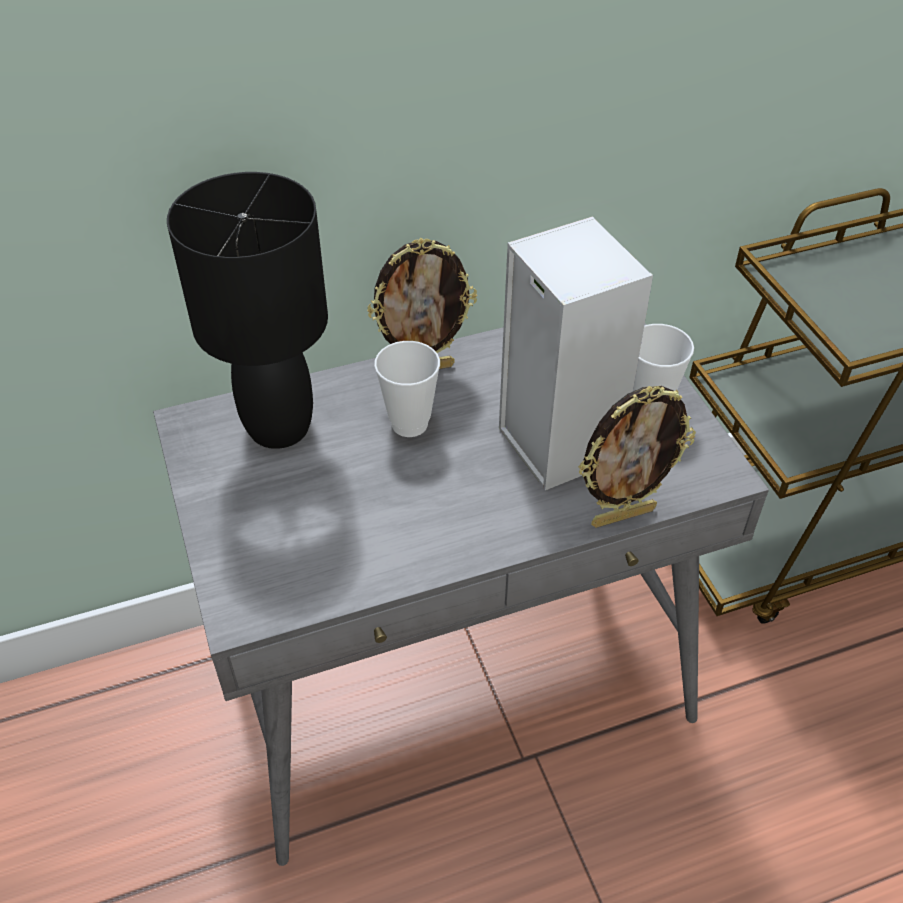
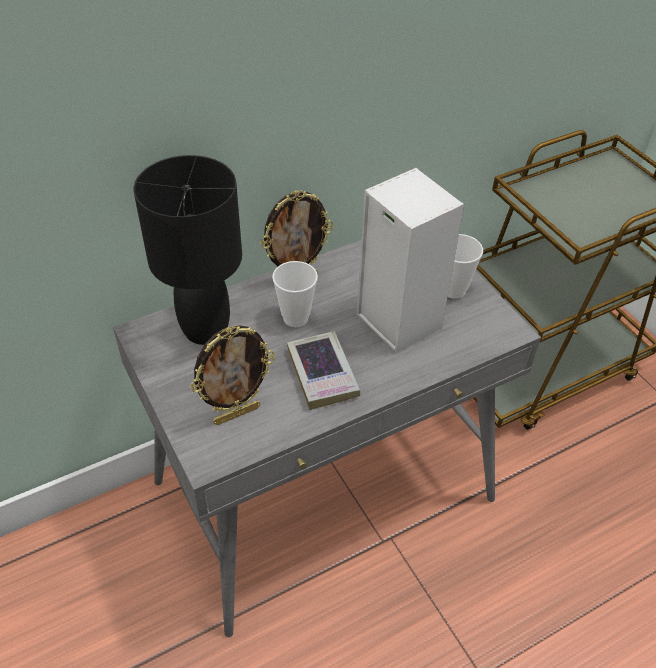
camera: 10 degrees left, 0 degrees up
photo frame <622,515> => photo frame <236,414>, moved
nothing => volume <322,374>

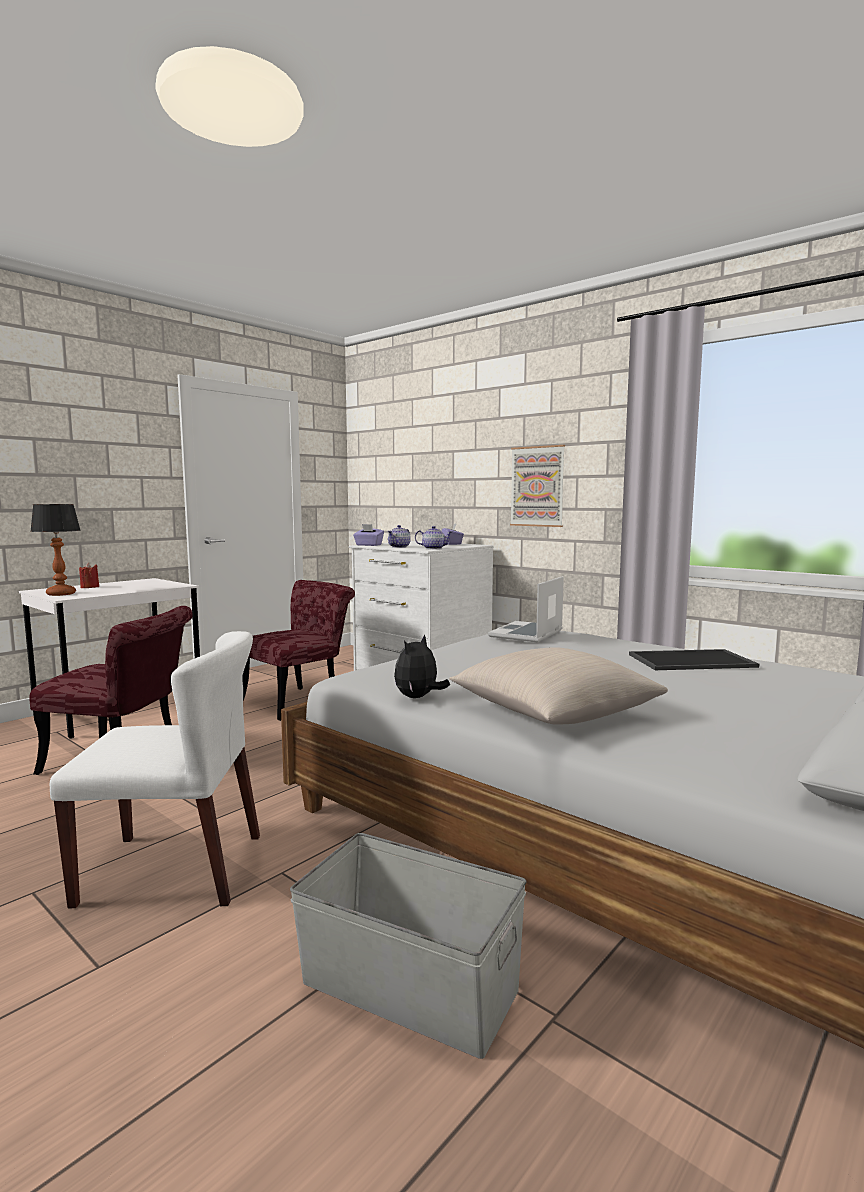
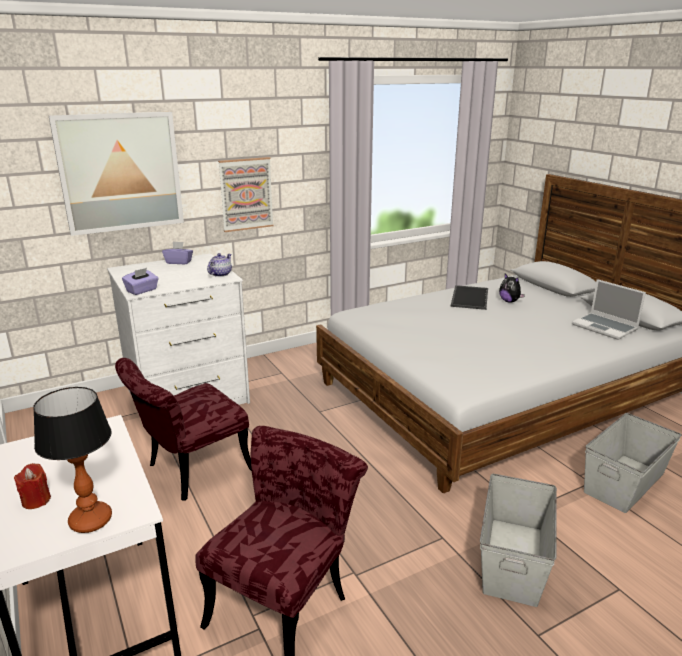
camera: 70 degrees left, 15 degrees up
chair in white-coloured <174,868> => storage container in gray <514,559>
chair in red-coloured <299,700> => chair in red-coloured <190,471>, 105 degrees counterclockwise
teapot <399,547> => nothing
cuddly toy <418,697> => cuddly toy <509,301>, moved
cushion in beige-coloured <554,712> => nothing
portable computer <527,634> => portable computer <605,327>, moved
nothing => wall art <120,172>

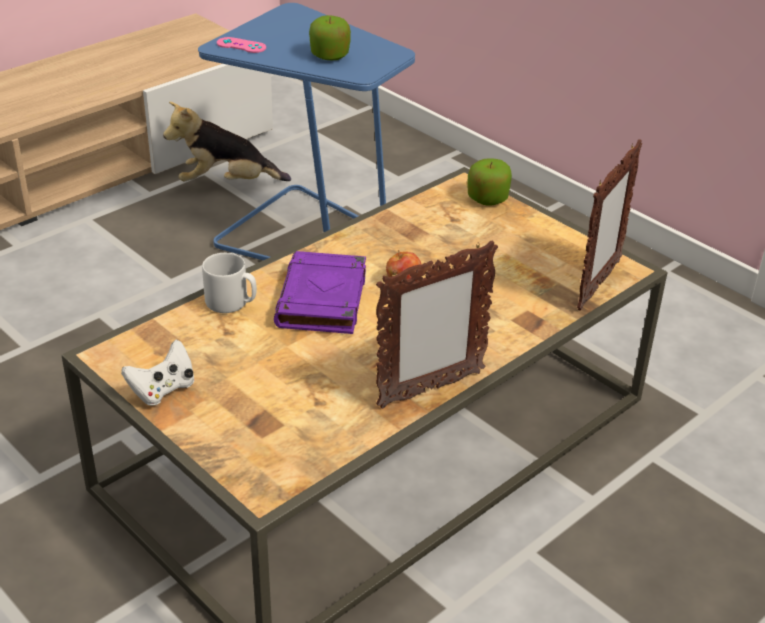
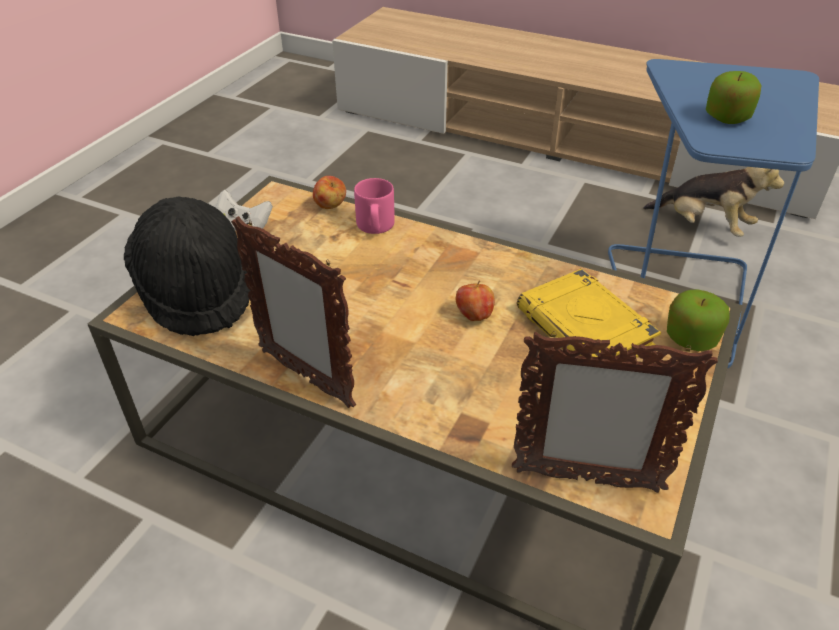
camera: 70 degrees right, 5 degrees up
cuddly toy <226,184> => cuddly toy <704,226>, 150 degrees clockwise
tea mug in gray <231,303> => tea mug in pink-coloured <375,227>
joypad in pink-coloured <241,45> => nothing
volume in purple-coloured <322,300> => nothing
nothing => hat in blackish <196,291>
nothing => whole apple <330,206>
nothing => volume in yellowish <586,329>

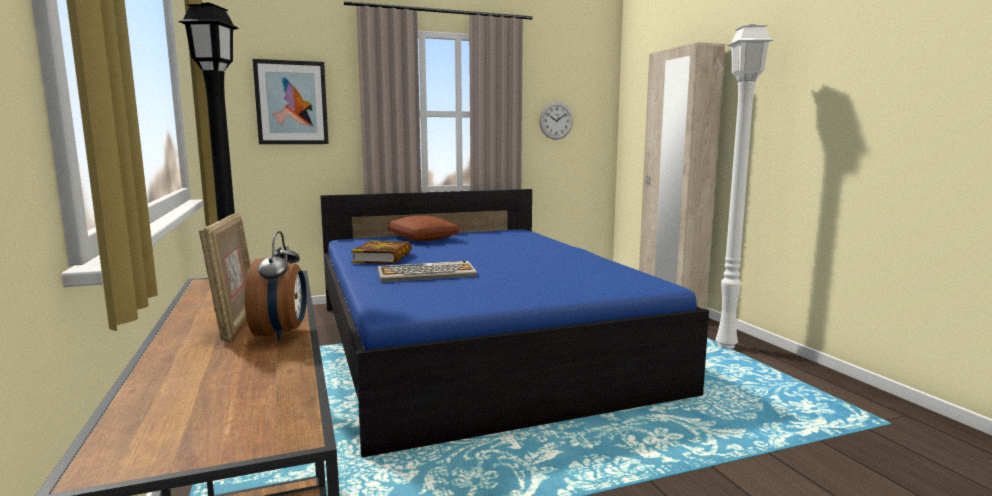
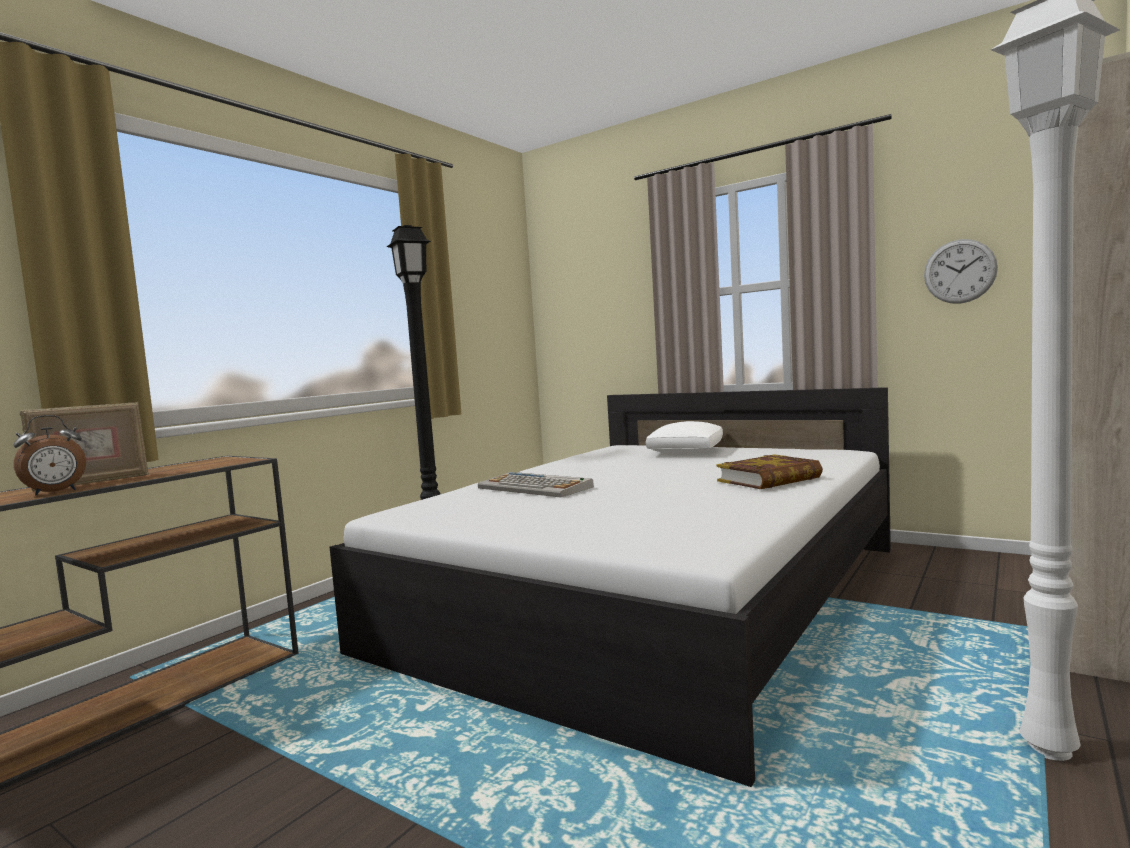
camera: 55 degrees right, 5 degrees down
wall art <291,103> => nothing
bedroom bed in blue <475,344> => bedroom bed in white-coloured <653,596>
volume <383,257> => volume <769,479>, moved
cushion in brown-coloured <422,238> => cushion in white-coloured <686,451>

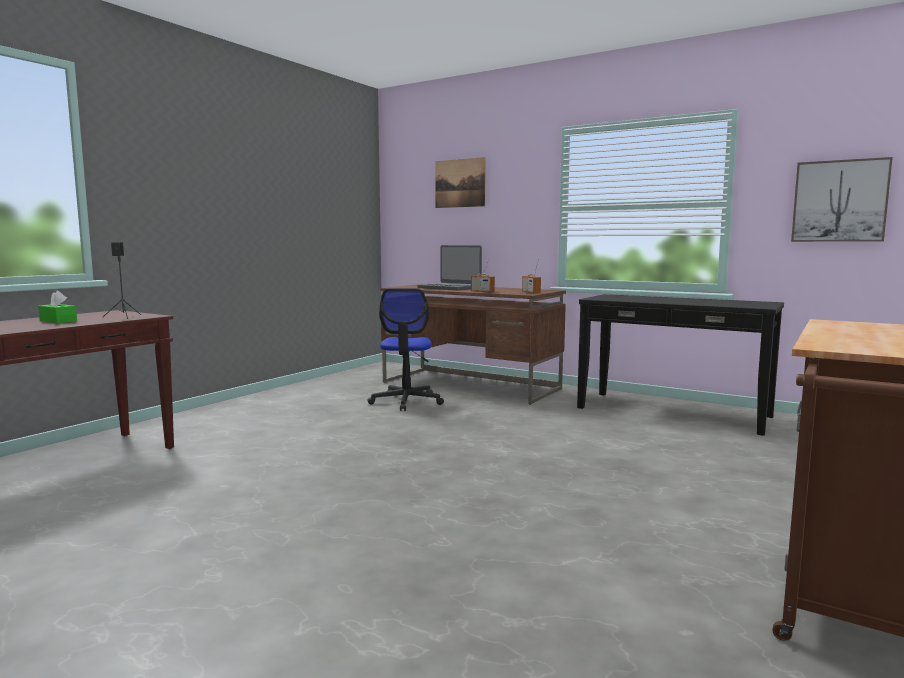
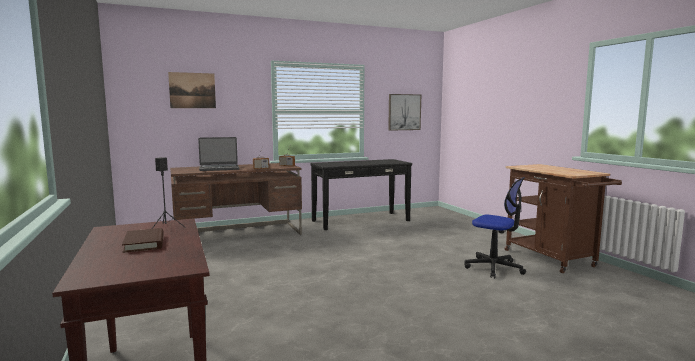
camera: 55 degrees left, 0 degrees up
box of tissues in green <58,321> => volume in brown-coloured <144,243>
desk chair <406,401> => desk chair <494,268>, moved

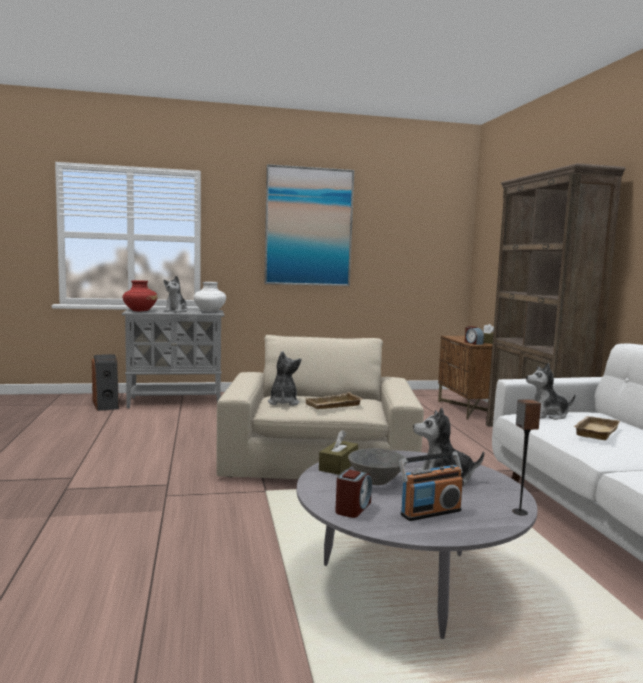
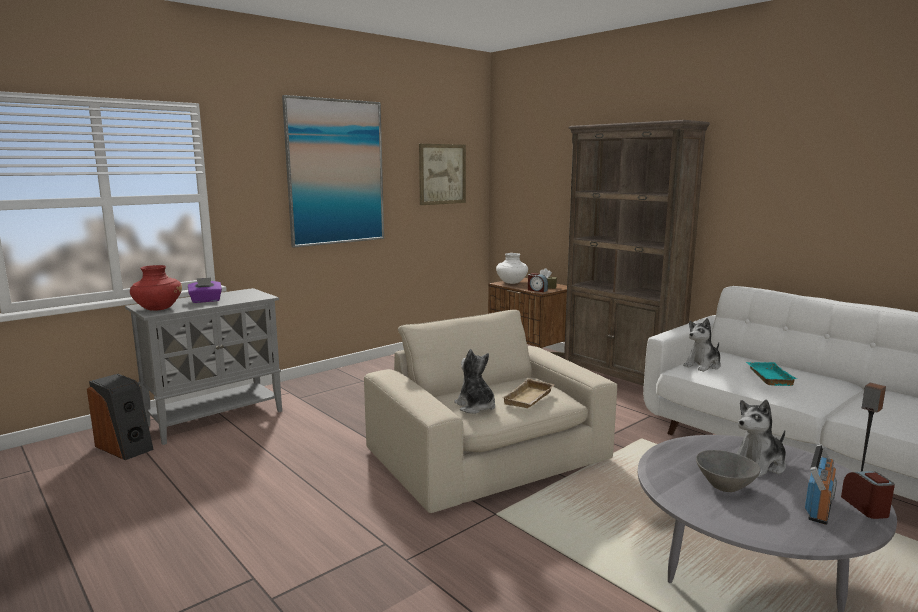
camera: 30 degrees left, 5 degrees up
cuddly toy <176,311> => box of tissues in purple-coloured <206,300>
flower vase in white-coloured <209,311> => flower vase in white-coloured <511,282>, moved
box of tissues in brown-coloured <338,466> => nothing
table clock <353,508> => table clock <865,507>, moved
carrying tray in beige-coloured <594,431> => carrying tray in turquoise-coloured <767,377>
nothing => wall art <442,174>

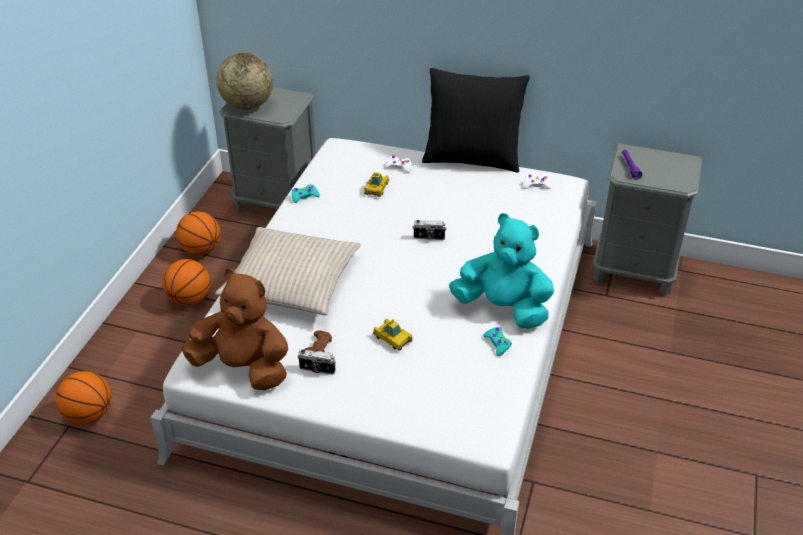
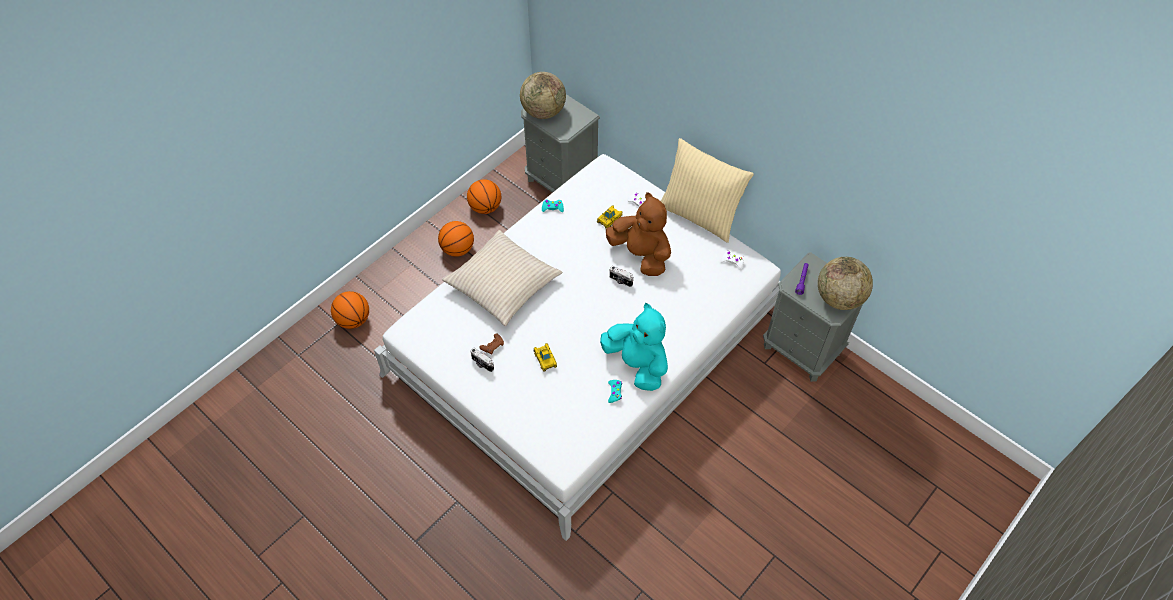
camera: 25 degrees right, 15 degrees up
cuddly toy in brown-coloured <243,367> => cuddly toy in brown-coloured <641,254>, moved
cushion in blackish <472,158> => cushion in beige-coloured <700,215>
nothing => desk globe <839,298>

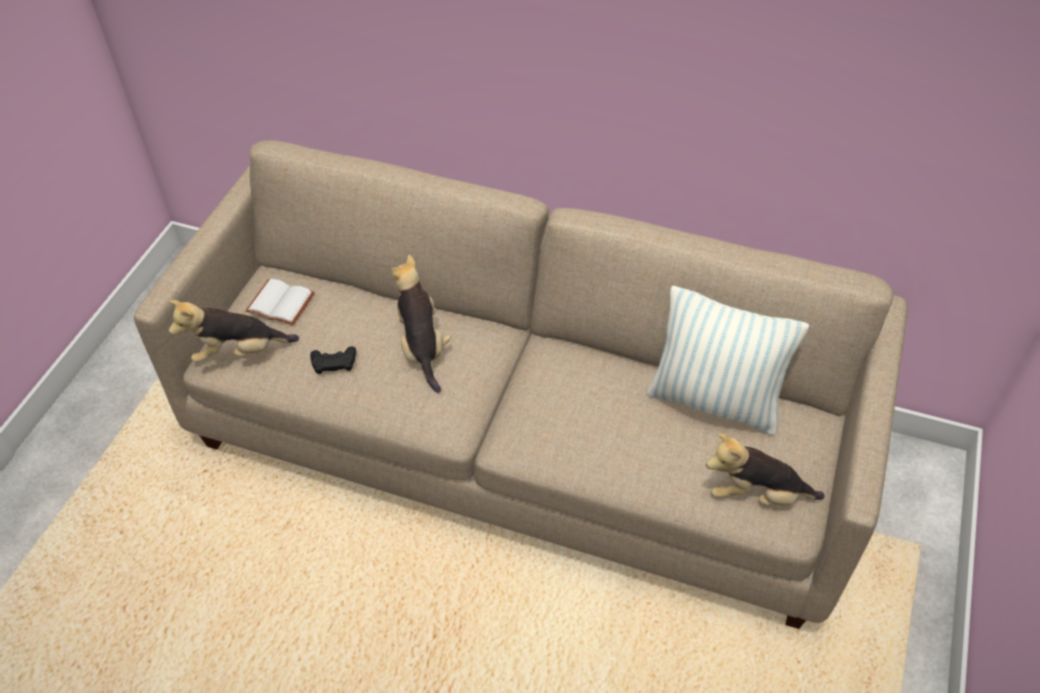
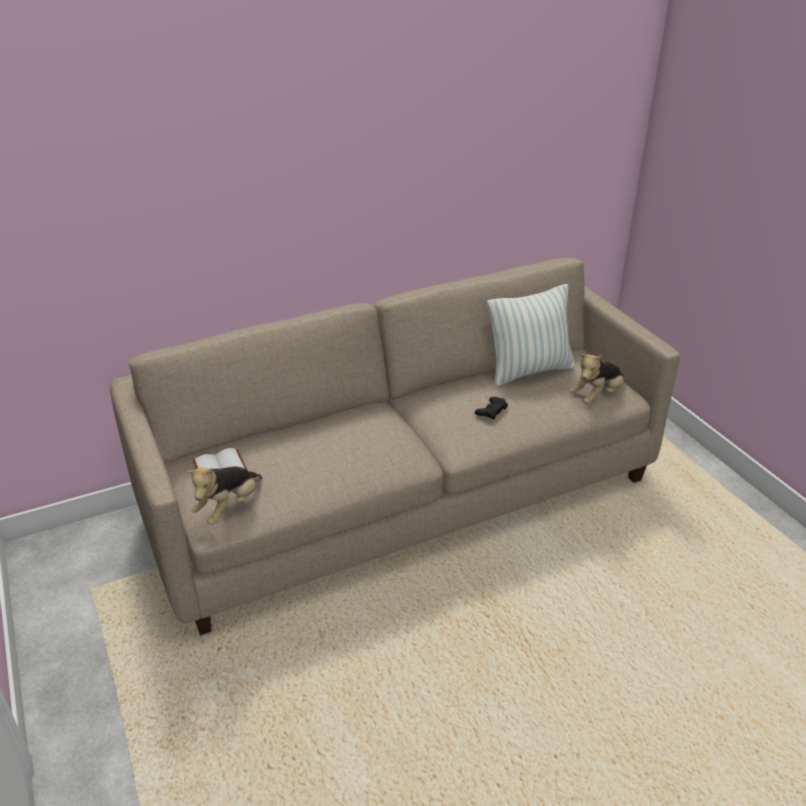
camera: 45 degrees left, 15 degrees down
joypad in blackish <334,362> => joypad in blackish <491,411>, moved
cuddly toy <422,347> => nothing

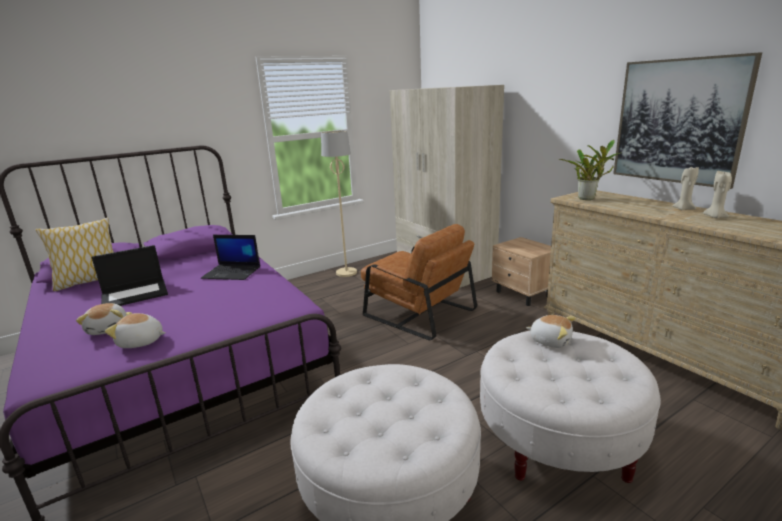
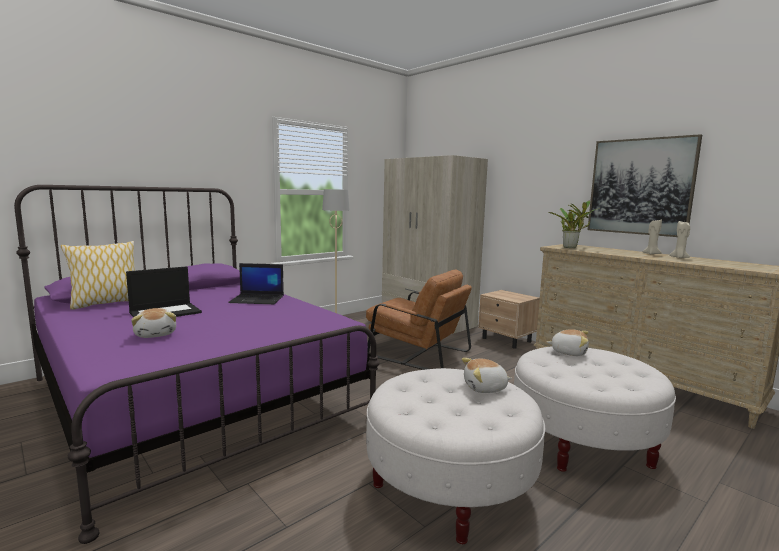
camera: 10 degrees left, 10 degrees down
cuddly toy <141,342> => cuddly toy <485,388>, moved

